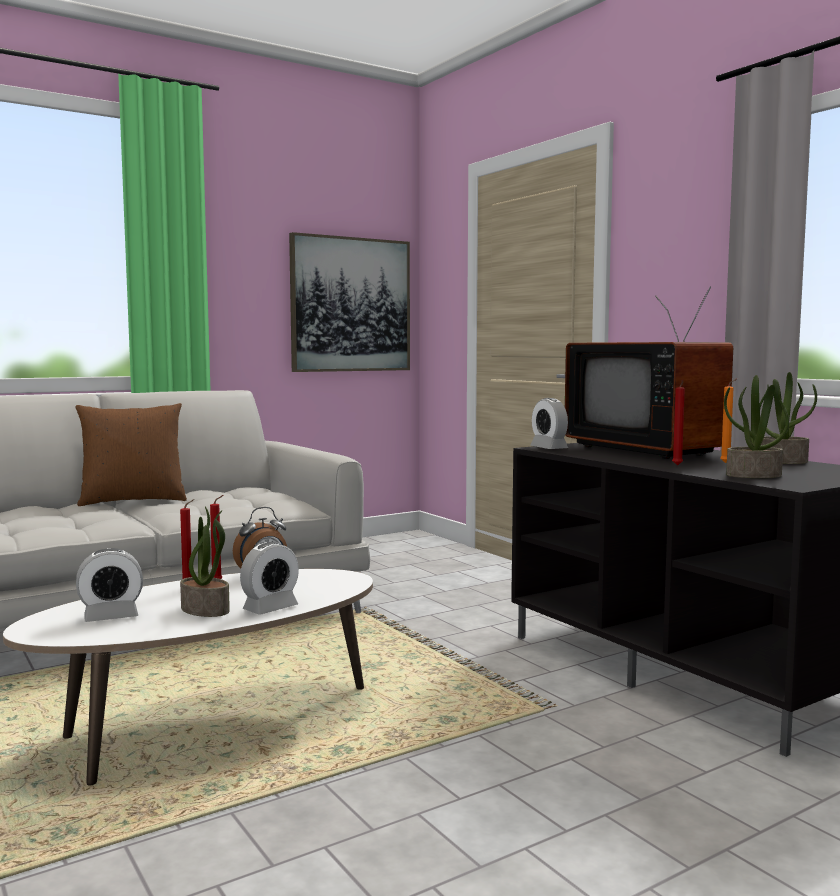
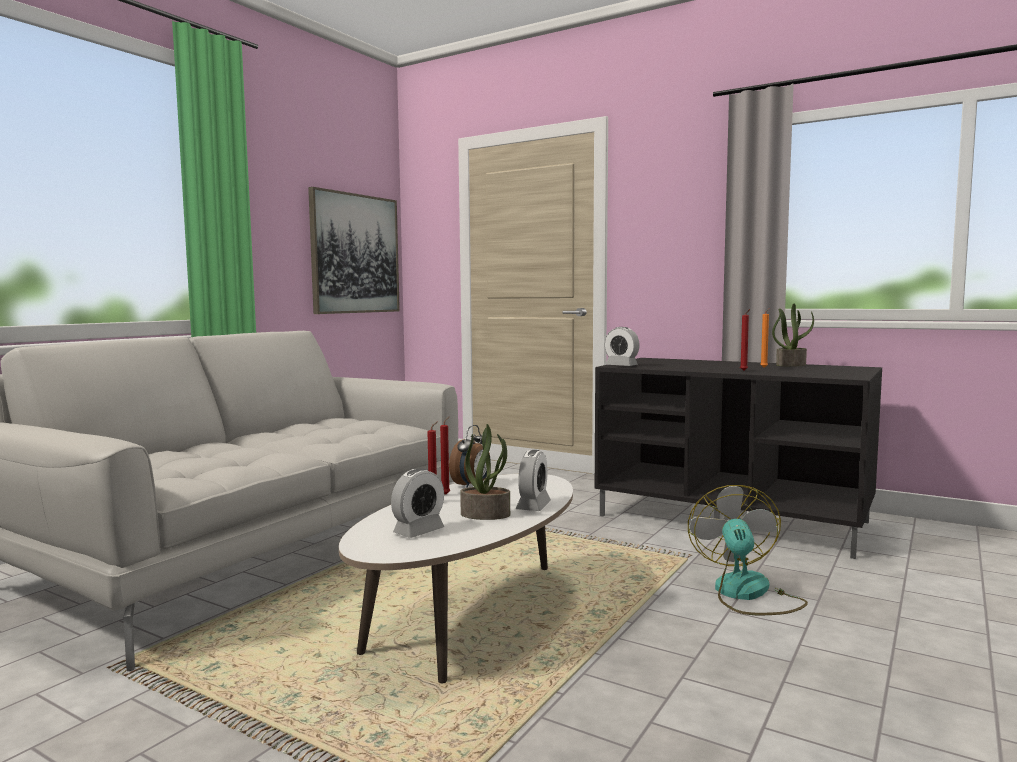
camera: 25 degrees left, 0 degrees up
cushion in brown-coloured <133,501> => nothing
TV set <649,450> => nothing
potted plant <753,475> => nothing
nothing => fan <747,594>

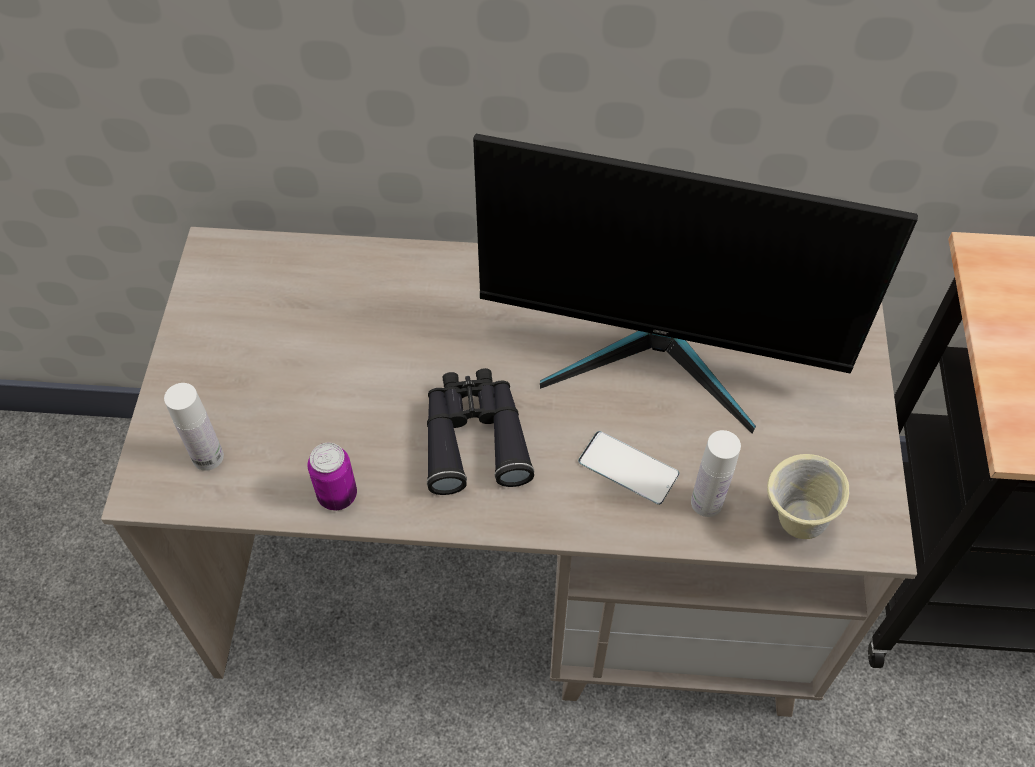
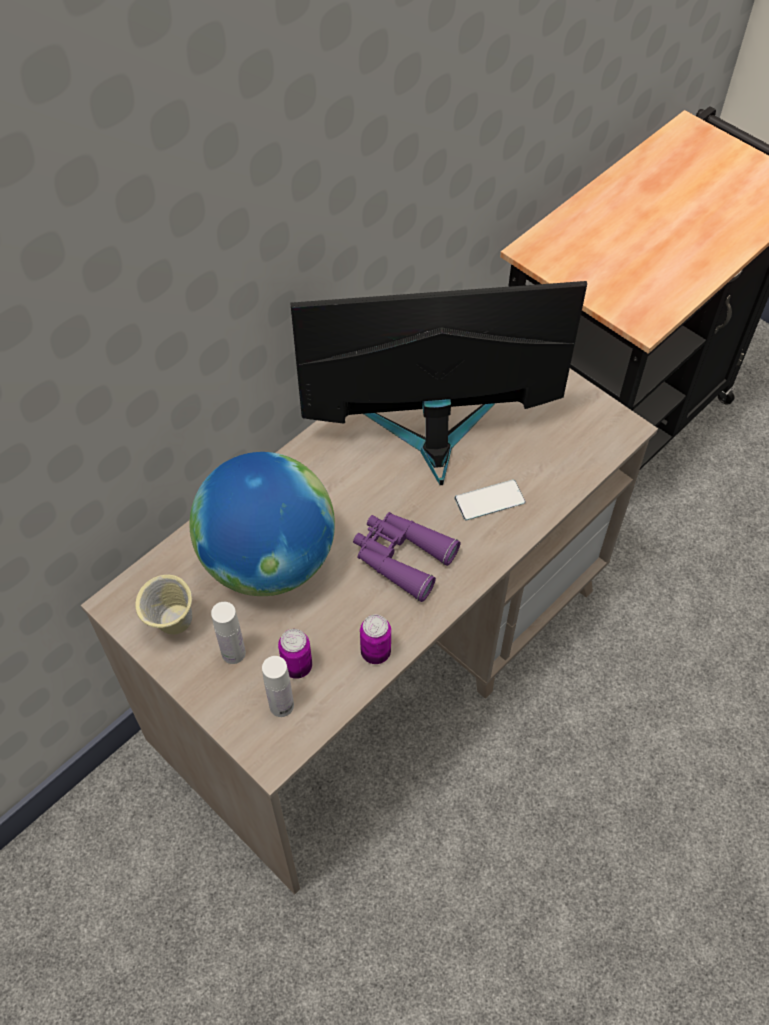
camera: 50 degrees left, 0 degrees up
binoculars in blackish <474,437> => binoculars in purple-coloured <401,557>
computer display <659,355> => computer display <432,434>, 150 degrees counterclockwise
beverage bottle in white-coloured <706,502> => beverage bottle in white-coloured <233,653>, moved
tea mug in beige-coloured <793,522> => tea mug in beige-coloured <172,626>, moved
nothing => desk globe <267,561>
nothing => metal can <297,666>

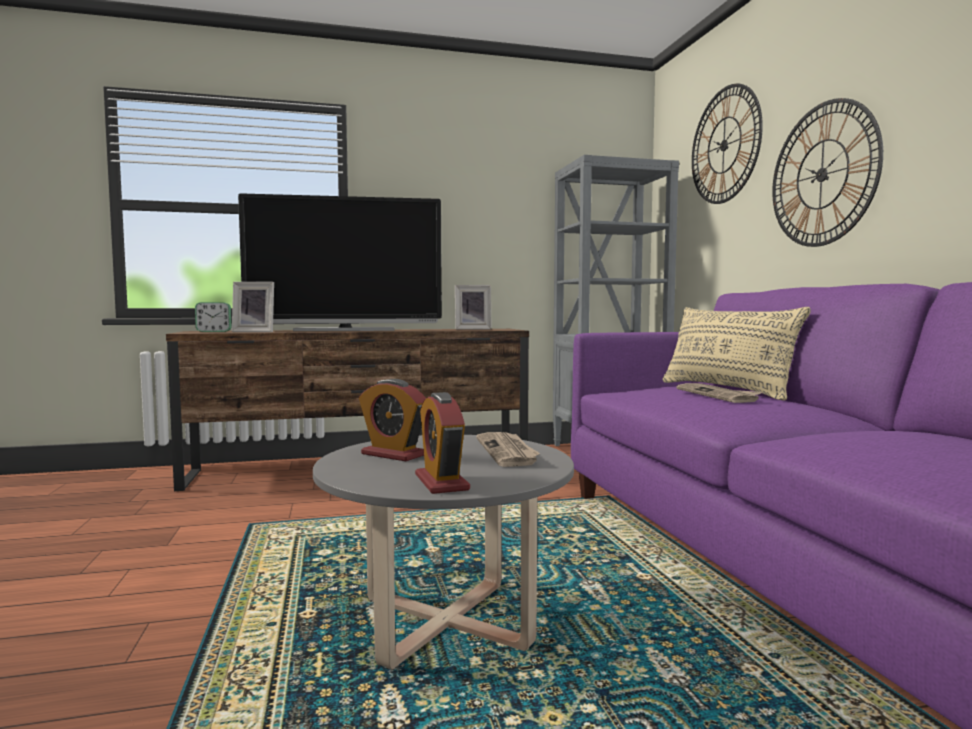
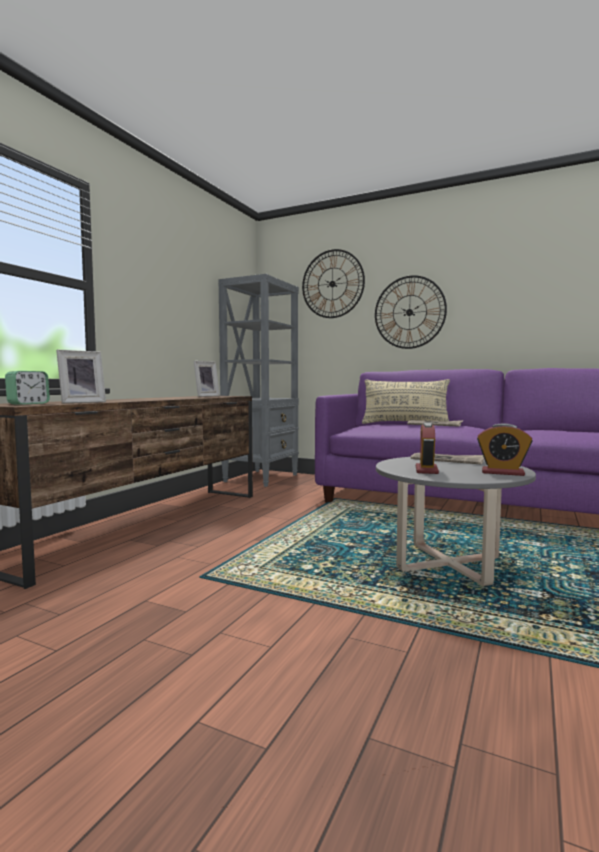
camera: 50 degrees left, 0 degrees up
TV set <345,330> => nothing
table clock <393,454> => table clock <426,470>, 120 degrees clockwise

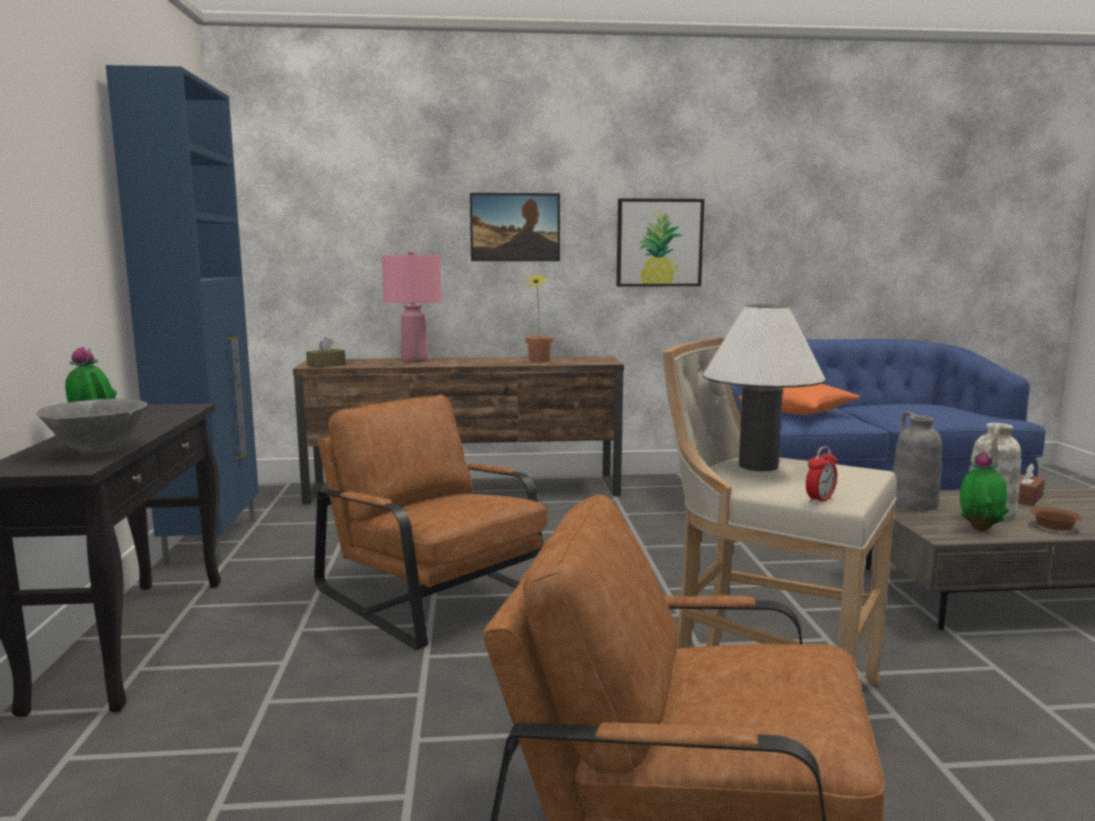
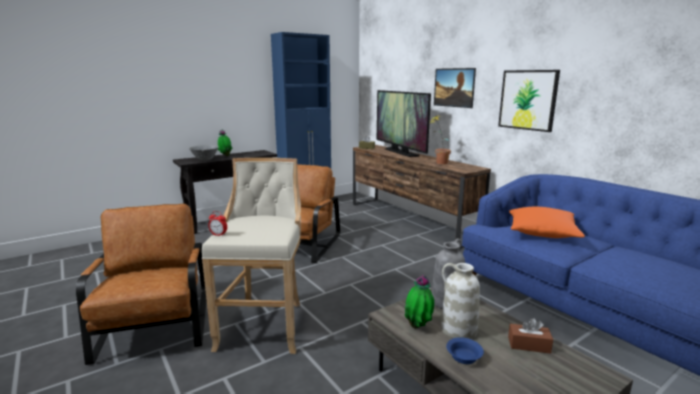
camera: 60 degrees right, 5 degrees up
tabletop lamp in pink-coloured <415,360> => TV set <400,152>
tabletop lamp in white-coloured <758,466> => nothing
serving bowl in brown-coloured <1053,526> => serving bowl in blue <464,357>

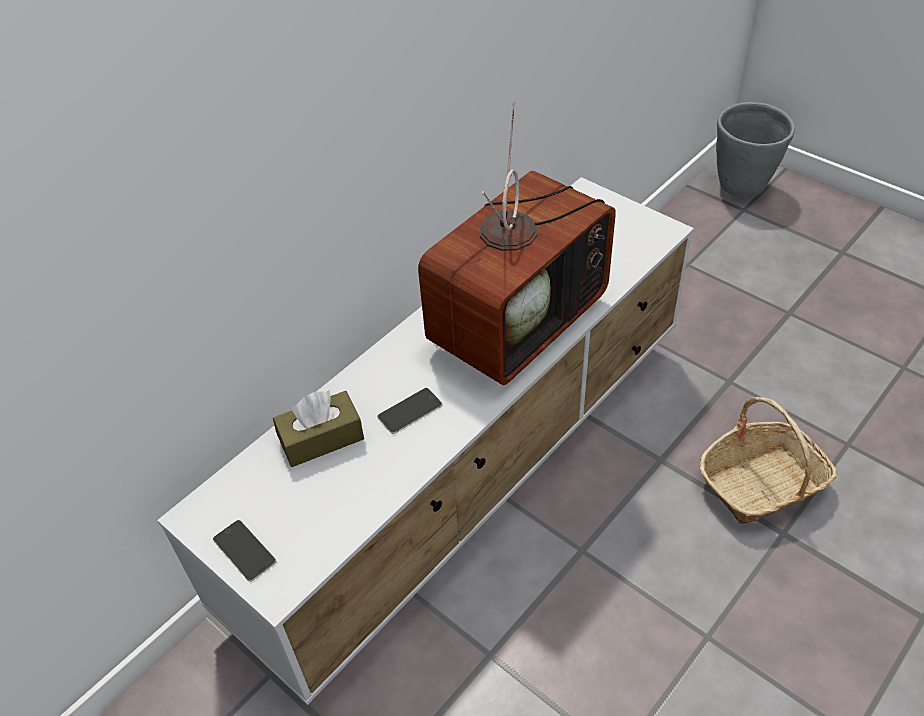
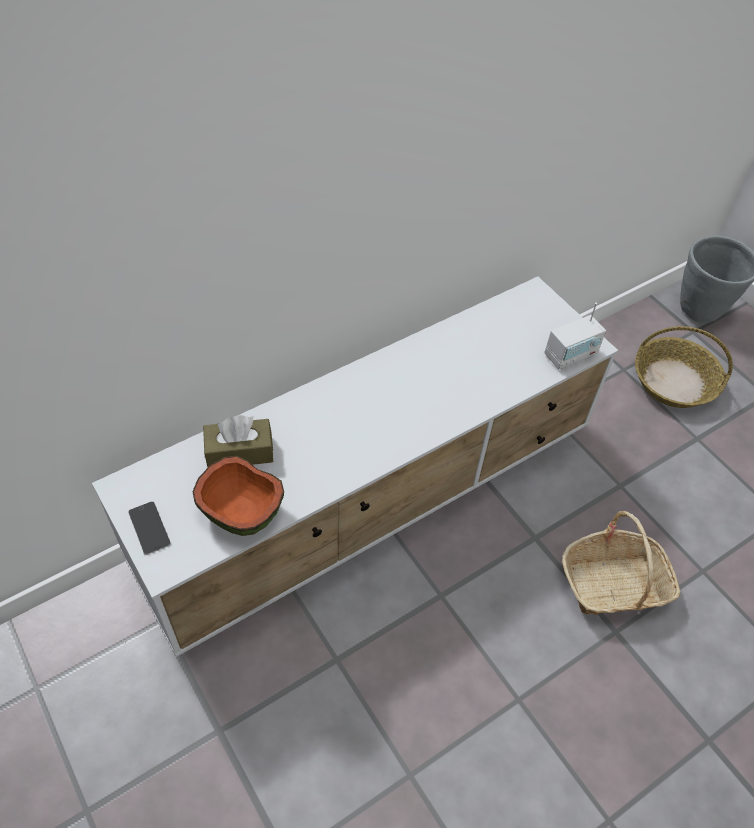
camera: 10 degrees right, 5 degrees up
handset <410,411> => nothing
TV set <517,317> => nothing
nothing => serving bowl <242,511>
nothing => radio <571,355>
nothing => basket <674,381>

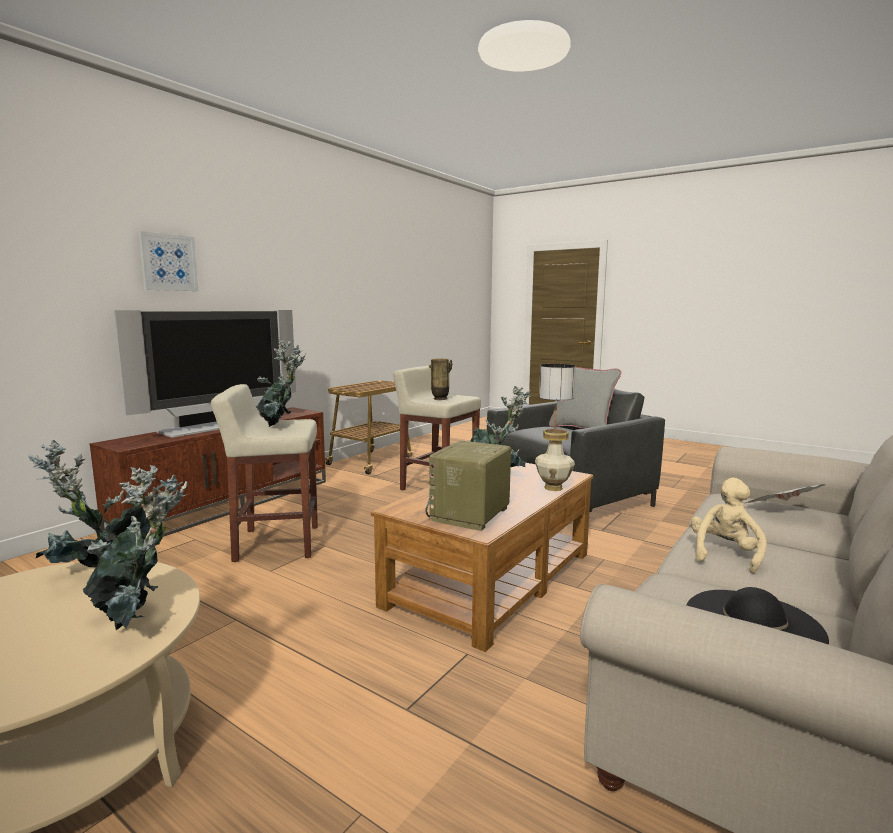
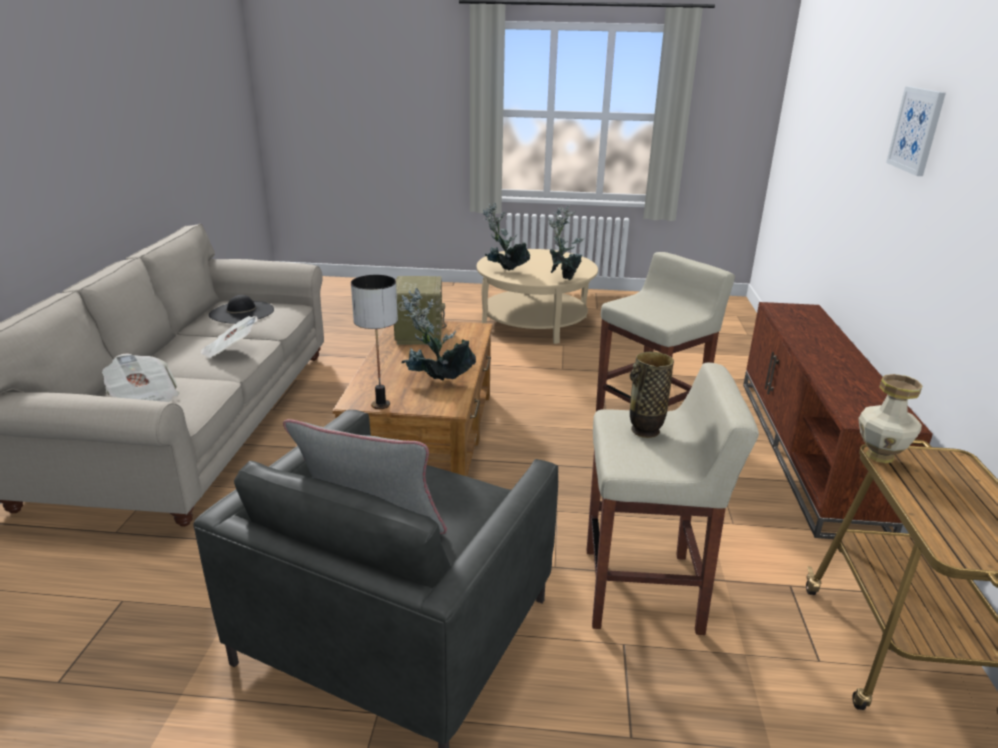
camera: 150 degrees right, 15 degrees up
TV set <217,426> => nothing
potted plant <279,426> => nothing
flower vase <553,488> => flower vase <880,456>, moved
cuddly toy in beige-coloured <724,554> => printed paper <230,351>

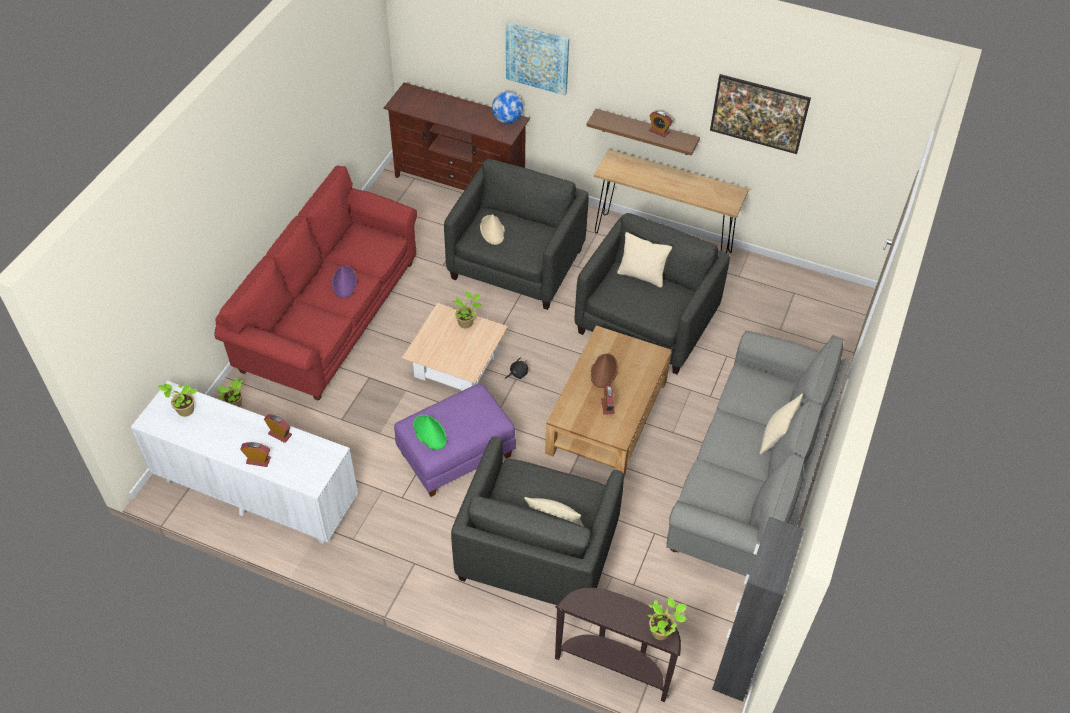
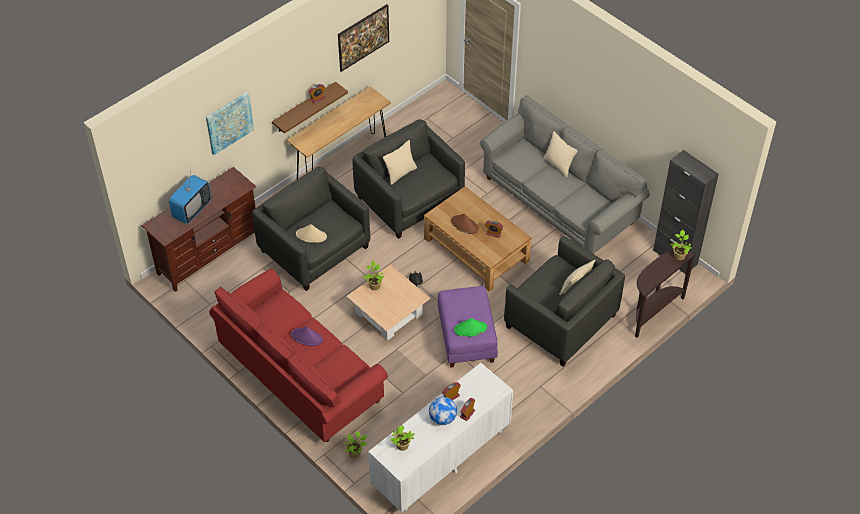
camera: 65 degrees left, 0 degrees up
desk globe <507,120> => desk globe <442,418>, moved
nothing => TV set <192,209>

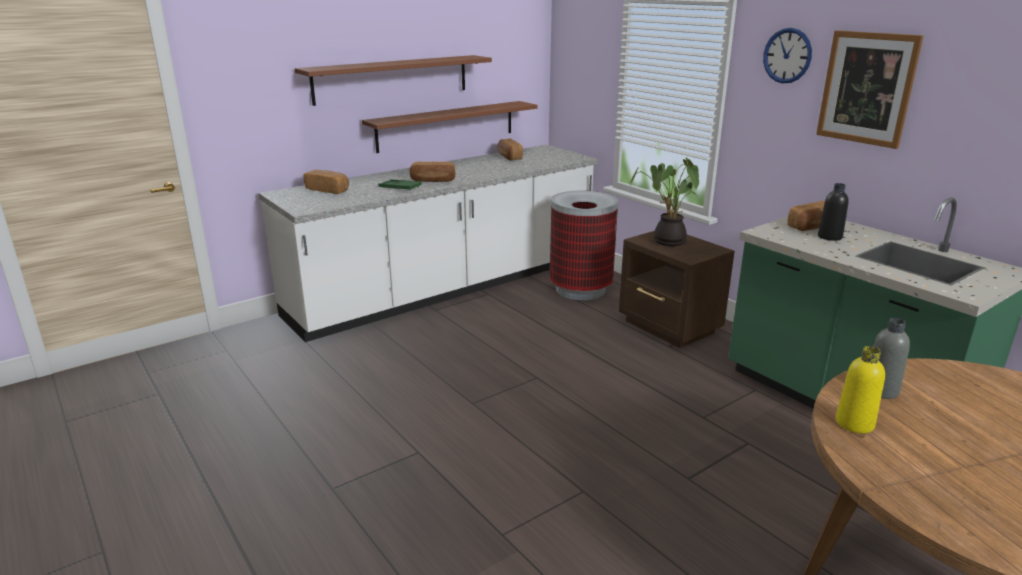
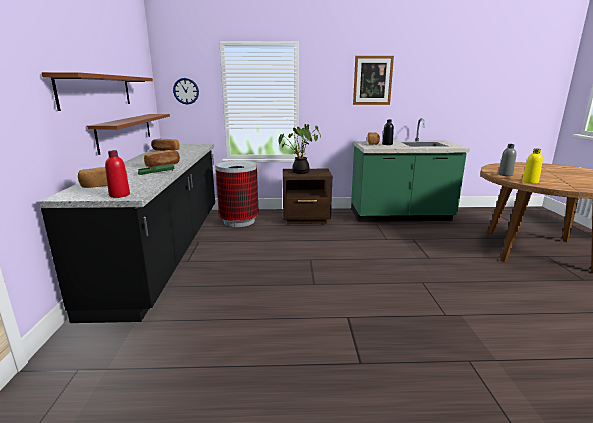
camera: 55 degrees left, 5 degrees down
kitchen base unit in white-coloured <447,288> => kitchen base unit in blackish <167,249>
wall clock <787,55> => wall clock <186,91>, moved
nothing => beverage bottle in red-coloured <119,195>

